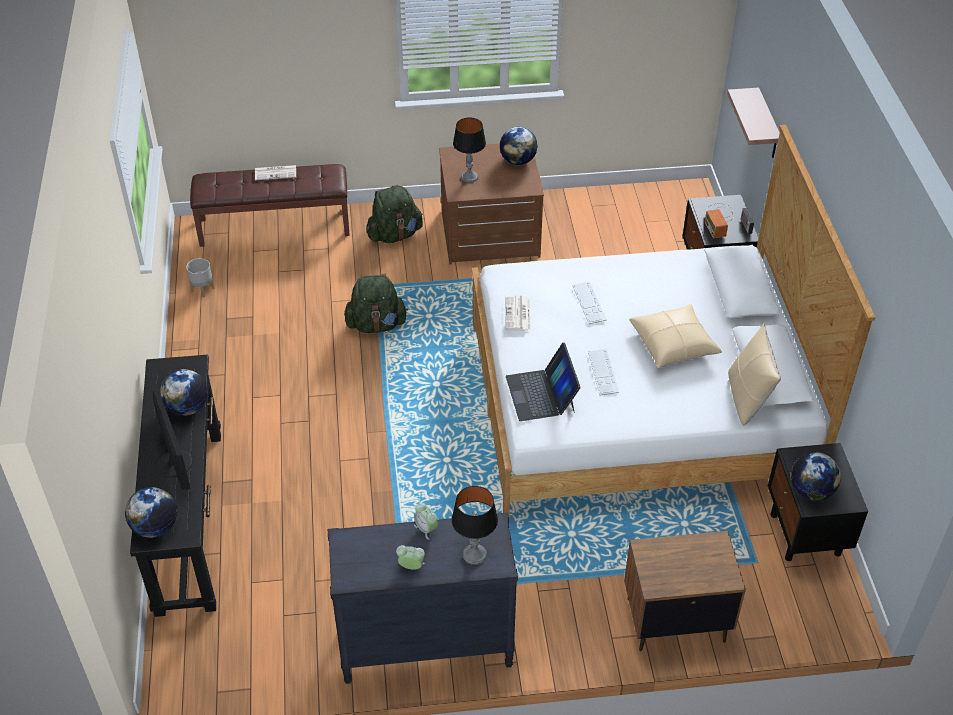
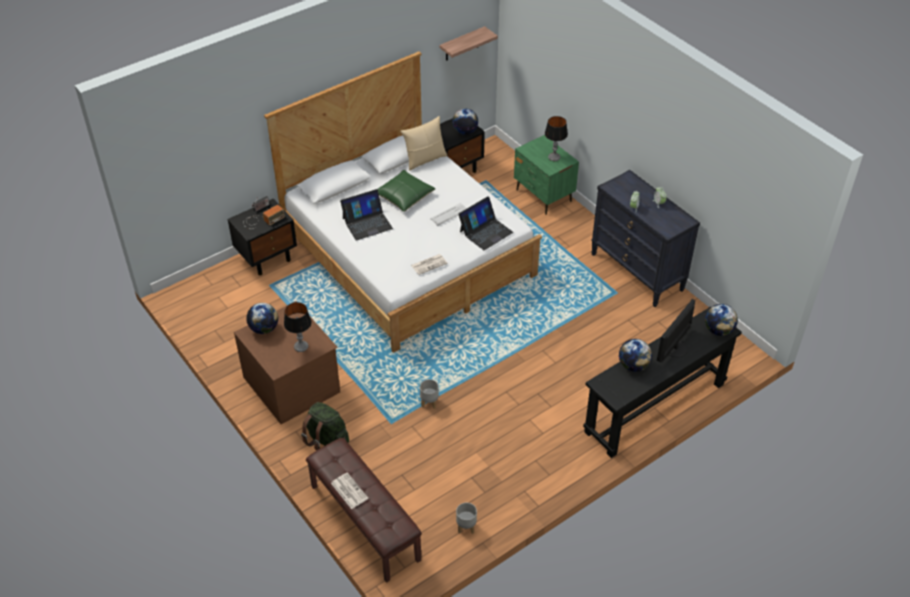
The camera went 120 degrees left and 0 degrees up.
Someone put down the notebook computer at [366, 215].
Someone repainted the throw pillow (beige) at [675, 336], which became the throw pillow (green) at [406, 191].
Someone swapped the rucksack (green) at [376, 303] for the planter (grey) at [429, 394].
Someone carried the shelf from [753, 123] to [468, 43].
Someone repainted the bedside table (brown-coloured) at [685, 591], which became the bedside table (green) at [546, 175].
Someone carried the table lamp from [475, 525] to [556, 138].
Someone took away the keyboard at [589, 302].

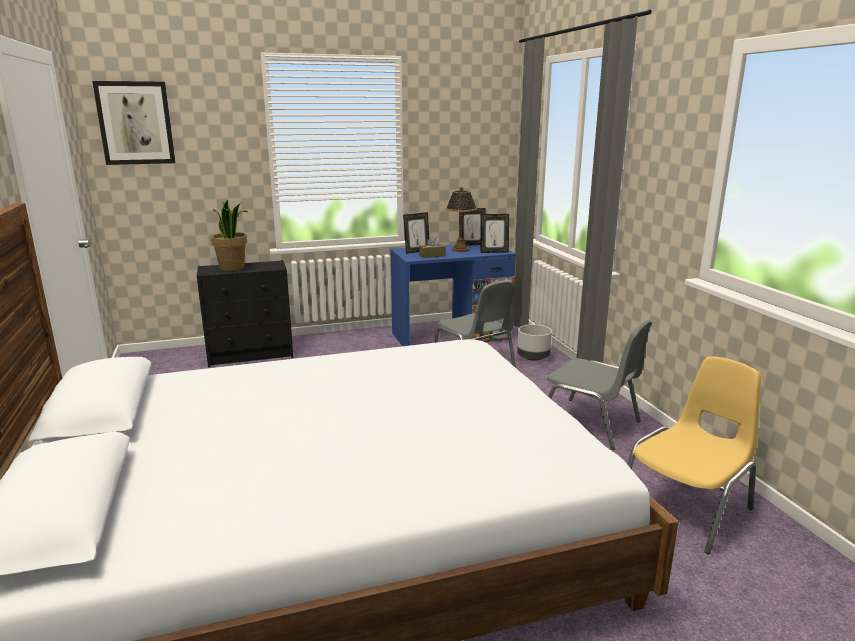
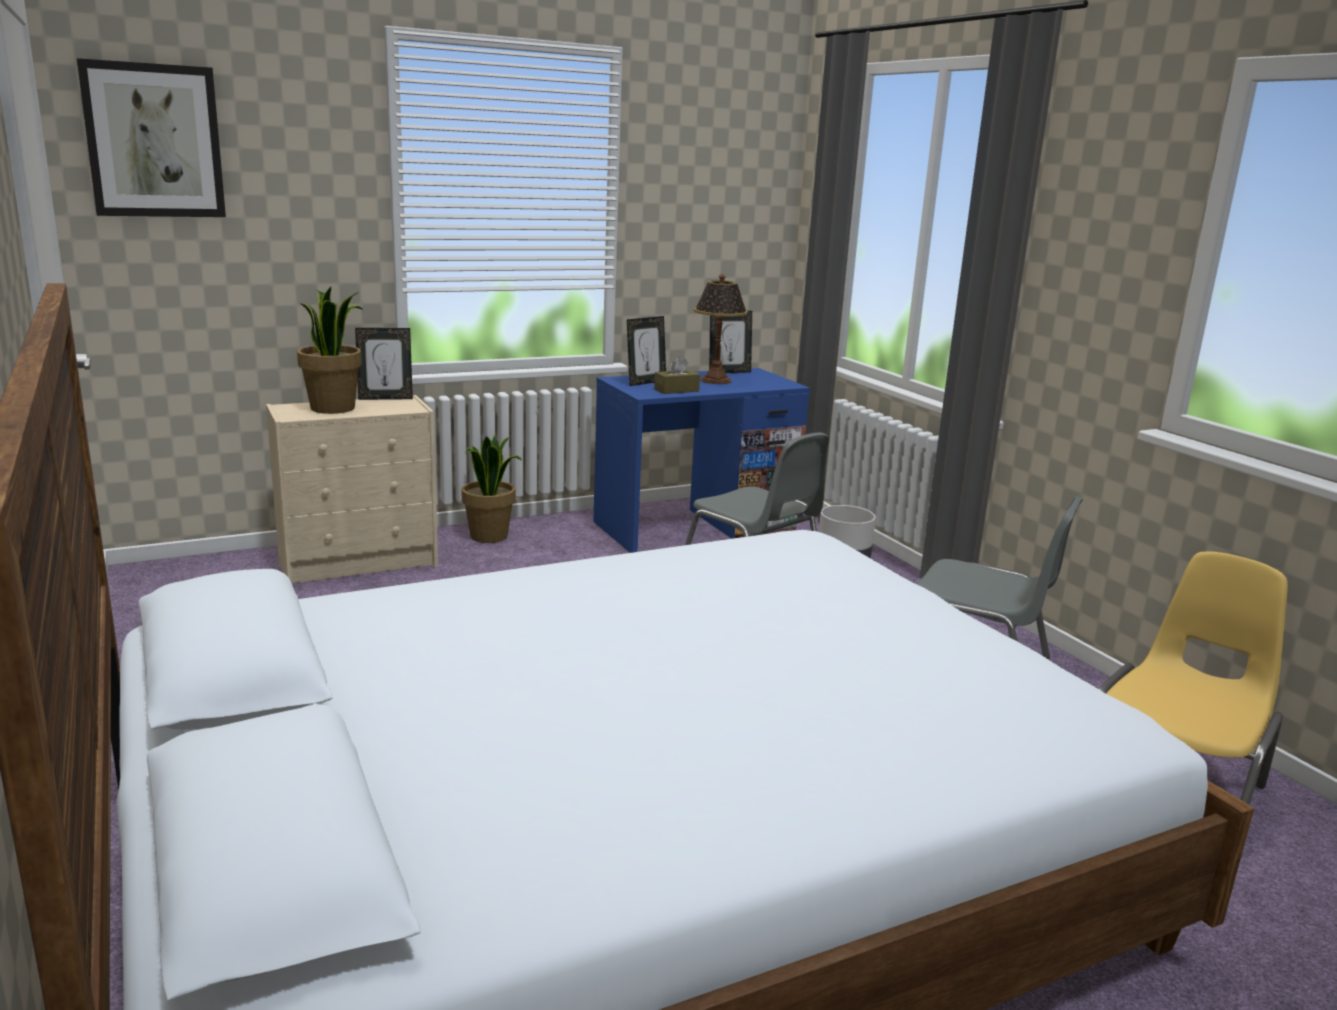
The camera went 10 degrees left and 0 degrees up.
Someone repainted the chest of drawers (blackish) at [245, 313], which became the chest of drawers (beige) at [352, 490].
Someone carried the standing frame from [495, 233] to [384, 364].
Someone put down the houseplant at [491, 489].

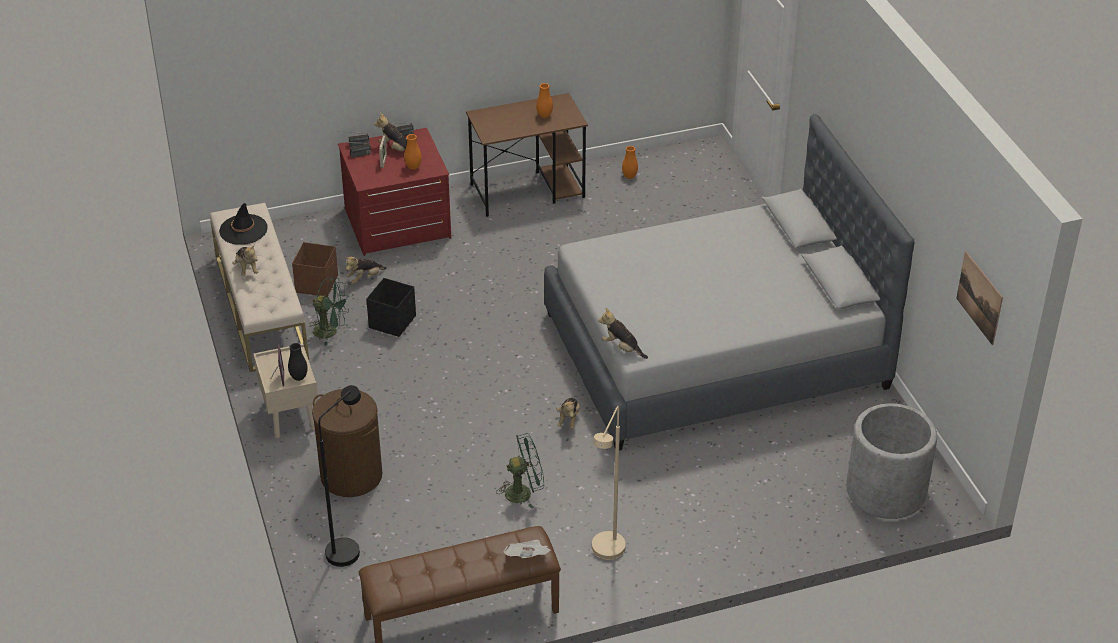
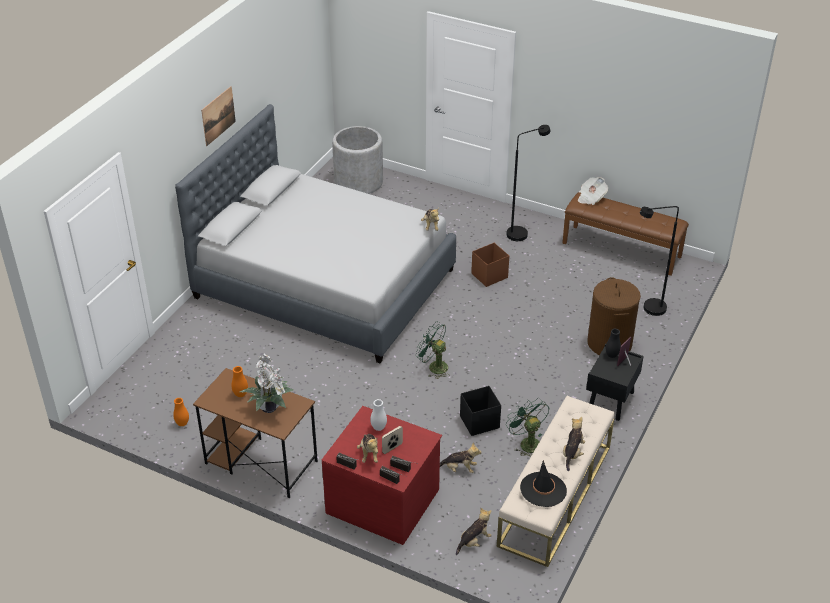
The camera went 135 degrees left and 0 degrees up.
Someone carried the picture from [979, 298] to [218, 116].
Someone put down the houseplant at [267, 383].
Someone repainted the vase (orange) at [413, 152], which became the vase (white-coloured) at [378, 415].
Someone carried the electric fan (green) from [520, 471] to [433, 350].
Someone carried the soft toy from [568, 413] to [474, 531].
Someone carried the storage bin (brown-coloured) from [315, 269] to [490, 265].
Someone repainted the standard lamp (beige) at [609, 483], which became the standard lamp (blackish) at [528, 183].
Someone repainted the bedside table (beige) at [285, 390], which became the bedside table (blackish) at [615, 382].

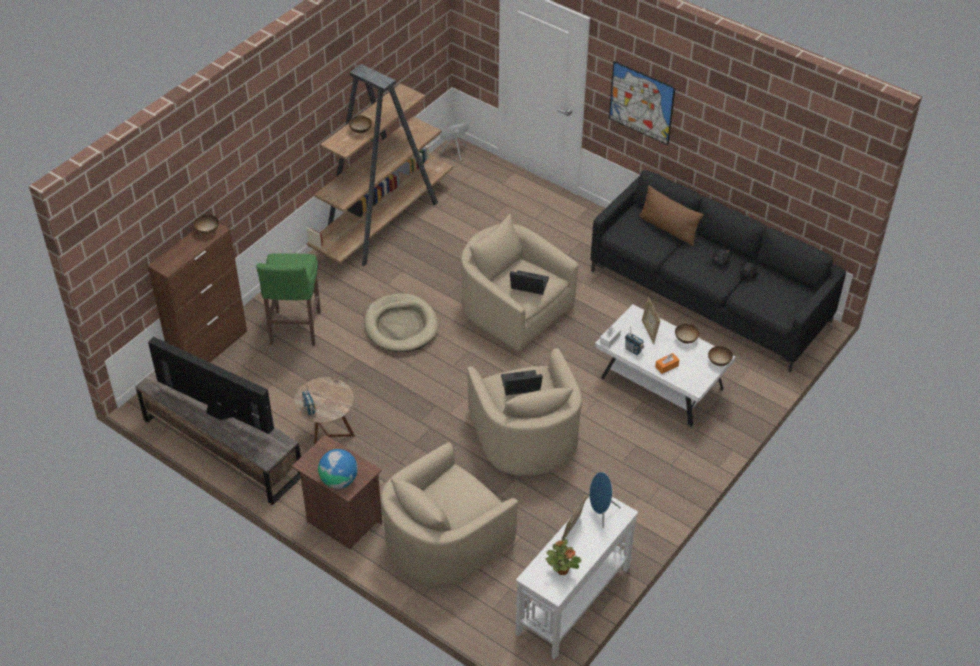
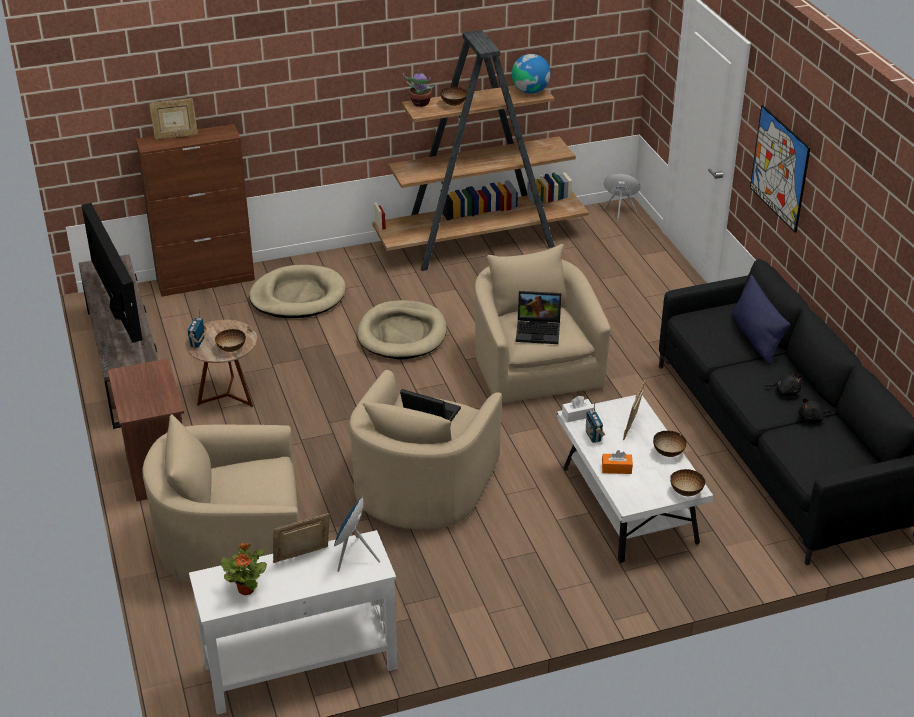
The camera went 35 degrees right and 10 degrees down.
Someone put down the standing frame at [173, 118].
Someone carried the bowl from [206, 224] to [230, 340].
Someone swapped the sitting stool (green) at [288, 299] for the dog cushion (beige) at [297, 291].
Someone put down the houseplant at [419, 88].
Someone carried the world globe from [338, 469] to [531, 74].
Someone rotated the notebook computer at [529, 282] by 135 degrees clockwise.
Someone repainted the throw pillow (brown-coloured) at [671, 216], which became the throw pillow (bluish) at [760, 320].

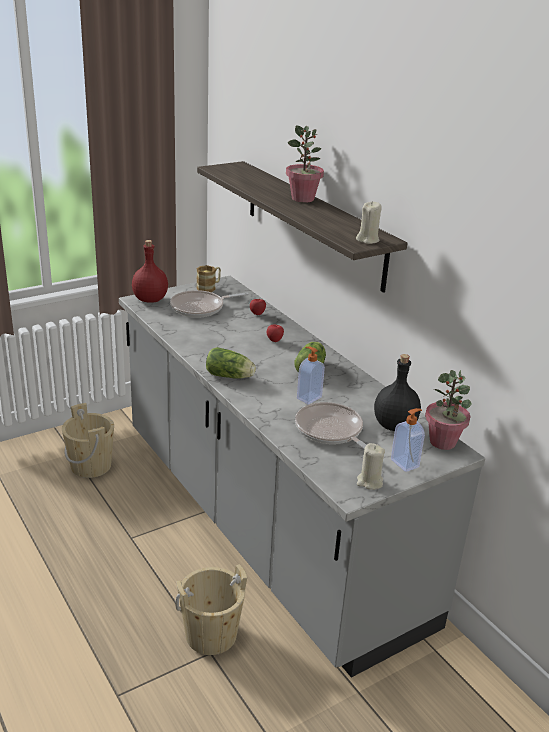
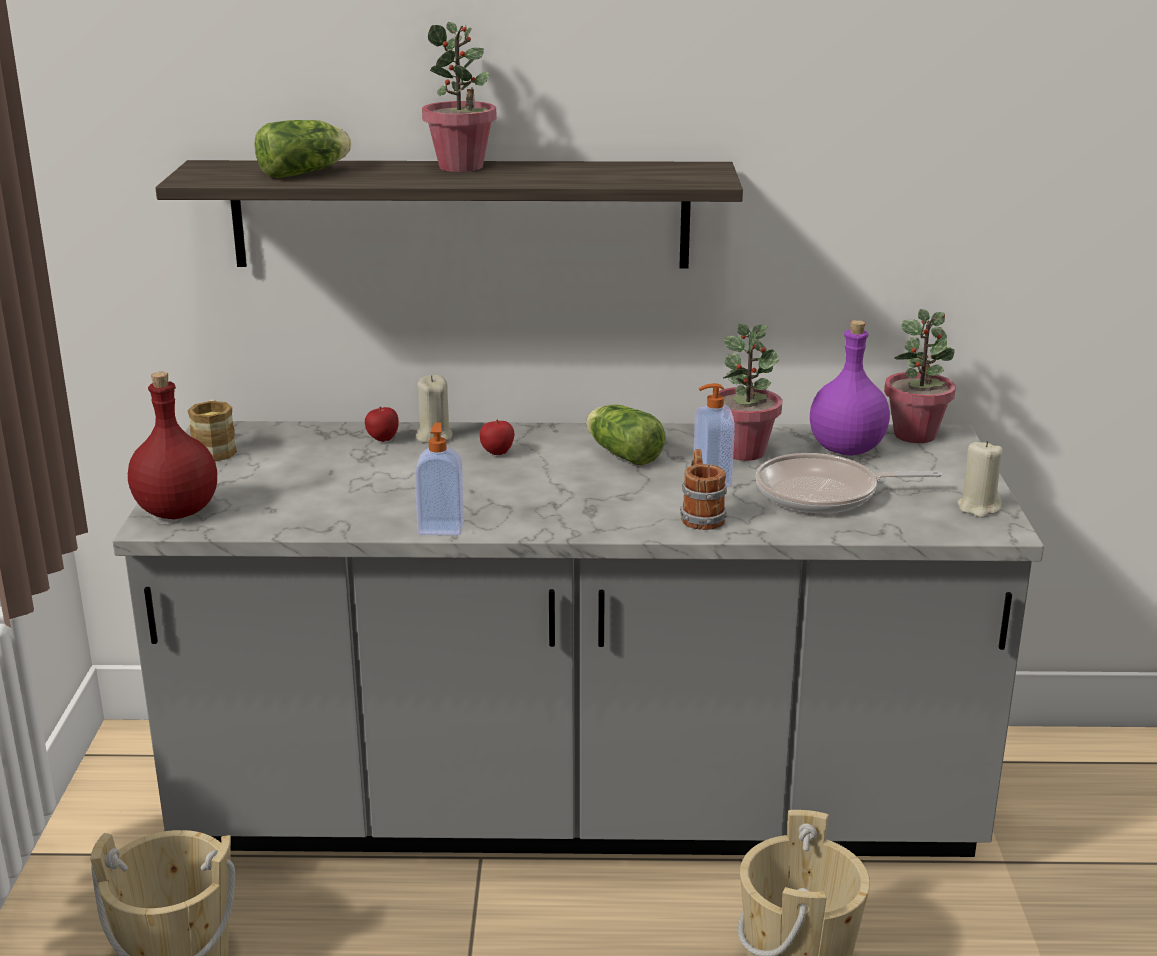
The camera went 55 degrees left and 5 degrees down.
Someone carried the head of lettuce from [231, 363] to [302, 149].
Someone carried the soap bottle from [408, 440] to [439, 478].
Someone carried the wax candle (beige) from [369, 222] to [434, 409].
Someone put down the mug at [703, 489].
Someone put down the houseplant at [750, 392].
Someone repainted the bottle (blackish) at [397, 392], which became the bottle (purple) at [850, 388].
Someone took away the frying pan at [209, 304].

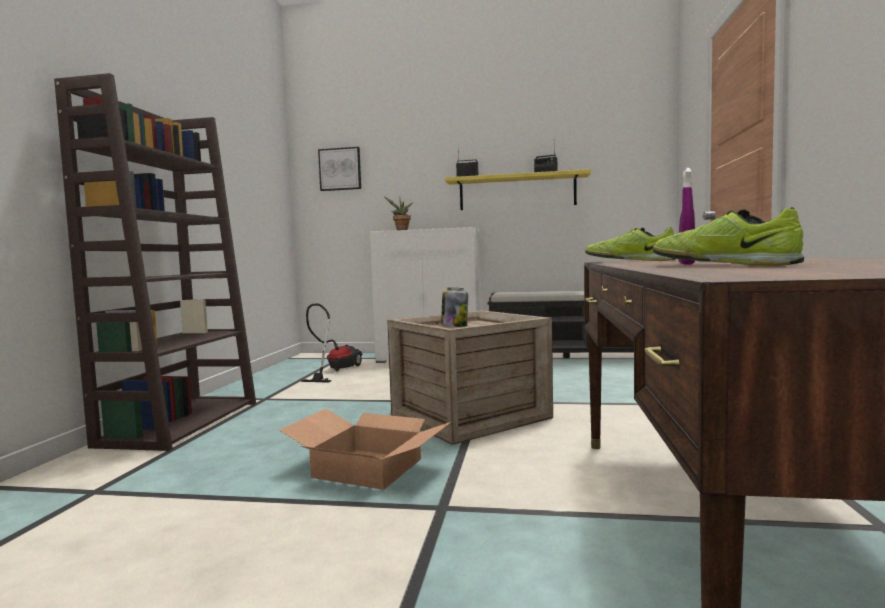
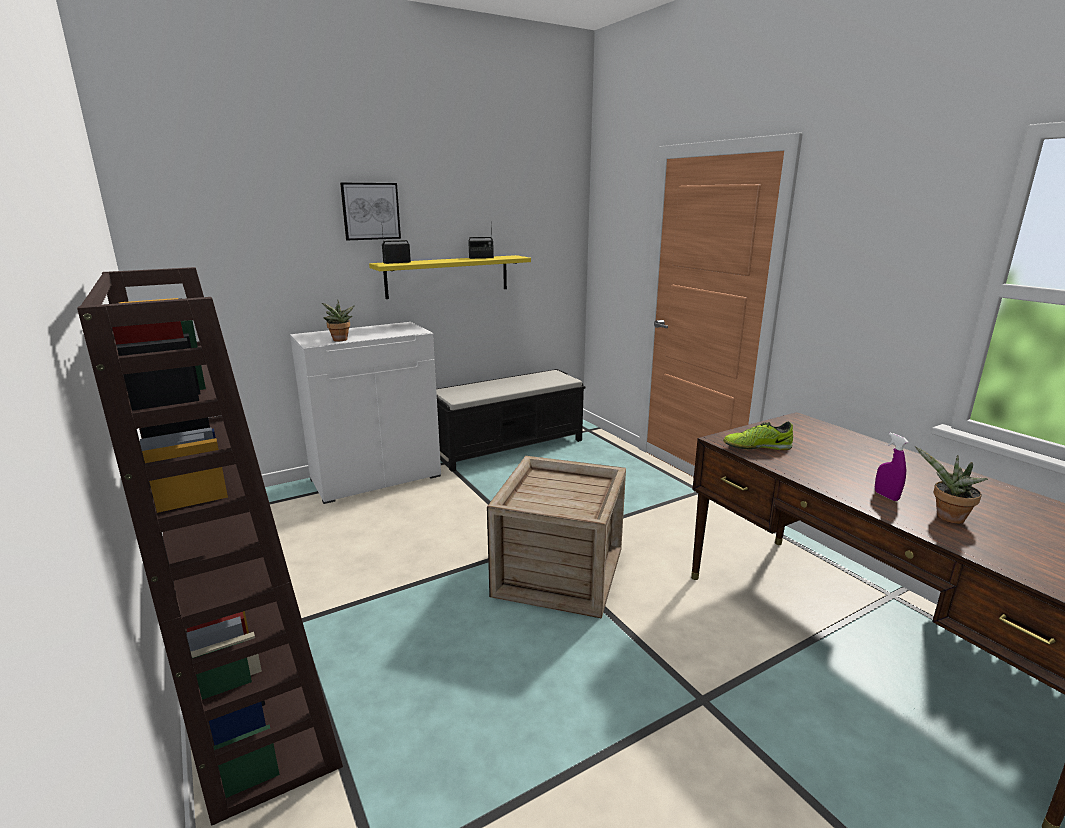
The camera went 40 degrees left and 15 degrees up.
Someone carried the picture from [339, 169] to [370, 211].
Someone swapped the shoe at [728, 236] for the houseplant at [951, 485].
Someone took away the packing box at [365, 449].
Someone took away the hoover at [331, 343].
Someone took away the storage jar at [454, 307].

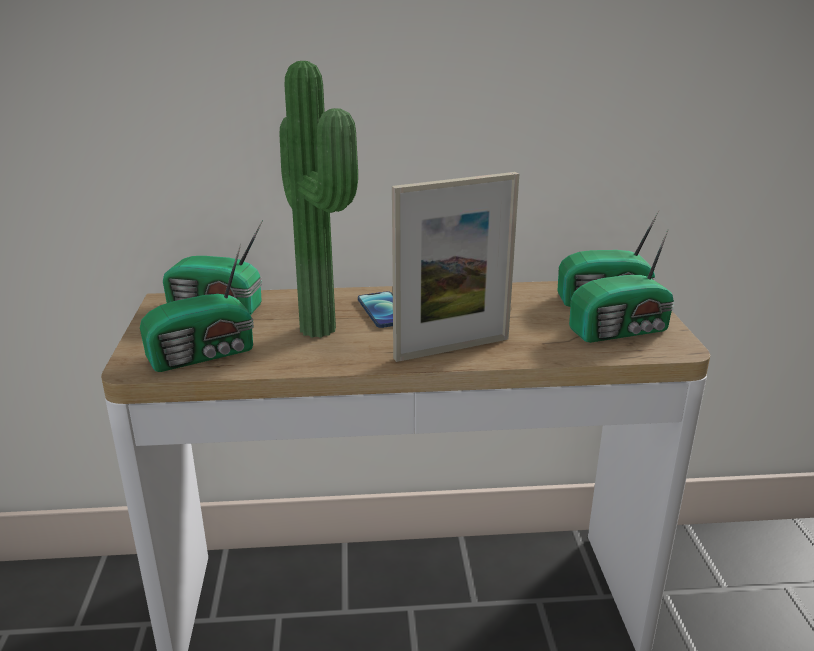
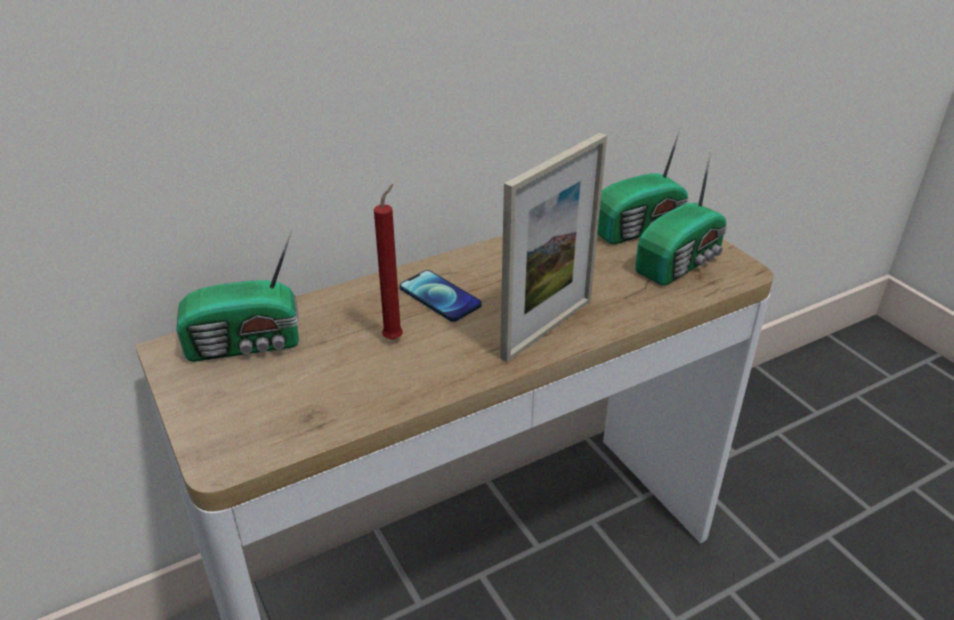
The camera went 25 degrees left and 10 degrees up.
Someone swapped the houseplant at [318, 199] for the wax candle (reddish) at [388, 262].
Someone took away the radio at [197, 307].

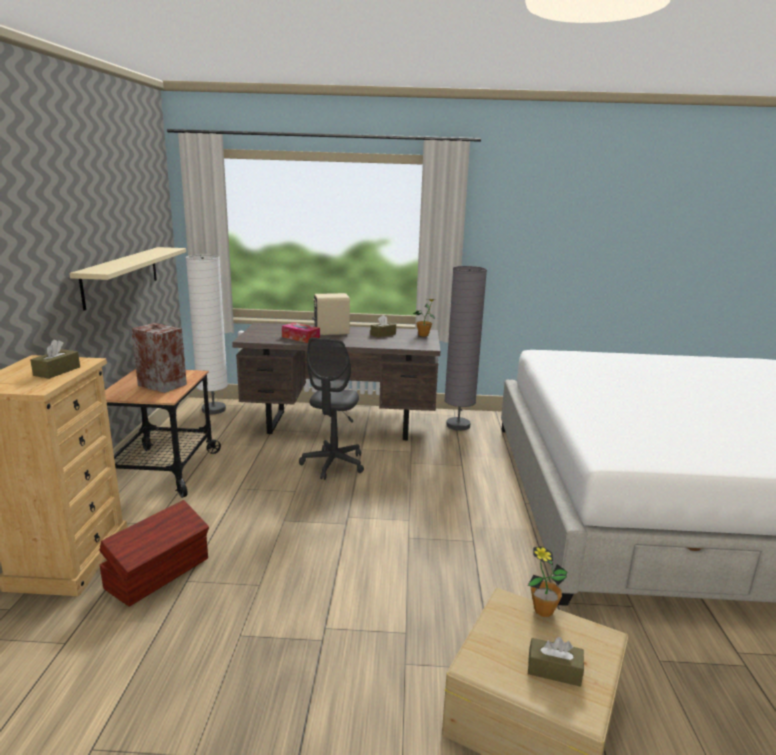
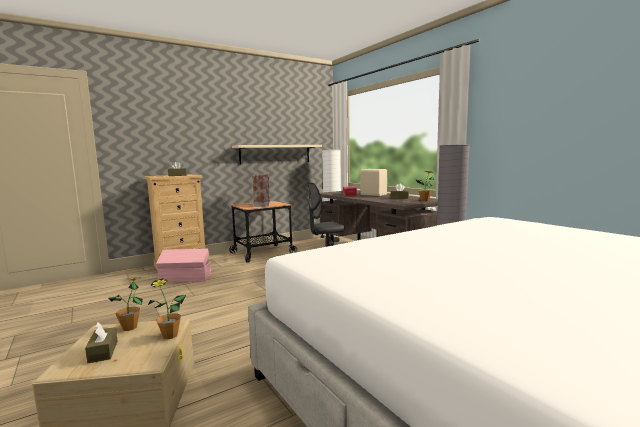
The camera went 55 degrees right and 10 degrees down.
Someone put down the houseplant at [126, 304].
Someone repainted the storage bin (brown-coloured) at [154, 553], which became the storage bin (pinkish) at [183, 265].

